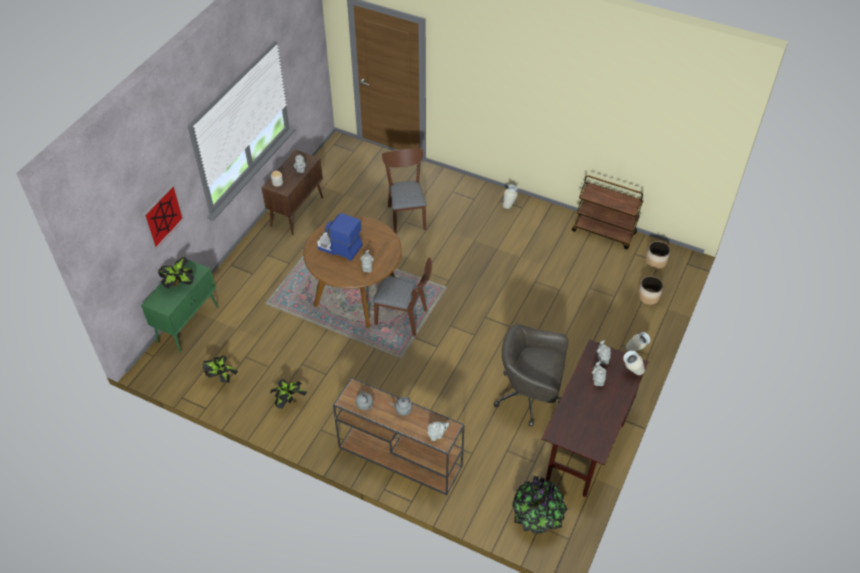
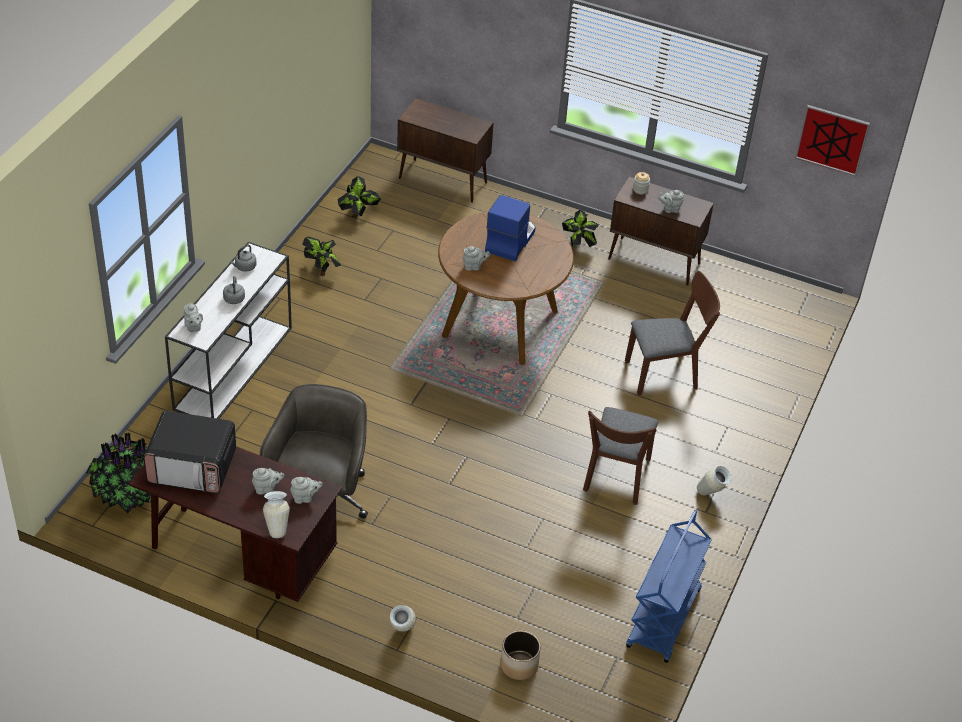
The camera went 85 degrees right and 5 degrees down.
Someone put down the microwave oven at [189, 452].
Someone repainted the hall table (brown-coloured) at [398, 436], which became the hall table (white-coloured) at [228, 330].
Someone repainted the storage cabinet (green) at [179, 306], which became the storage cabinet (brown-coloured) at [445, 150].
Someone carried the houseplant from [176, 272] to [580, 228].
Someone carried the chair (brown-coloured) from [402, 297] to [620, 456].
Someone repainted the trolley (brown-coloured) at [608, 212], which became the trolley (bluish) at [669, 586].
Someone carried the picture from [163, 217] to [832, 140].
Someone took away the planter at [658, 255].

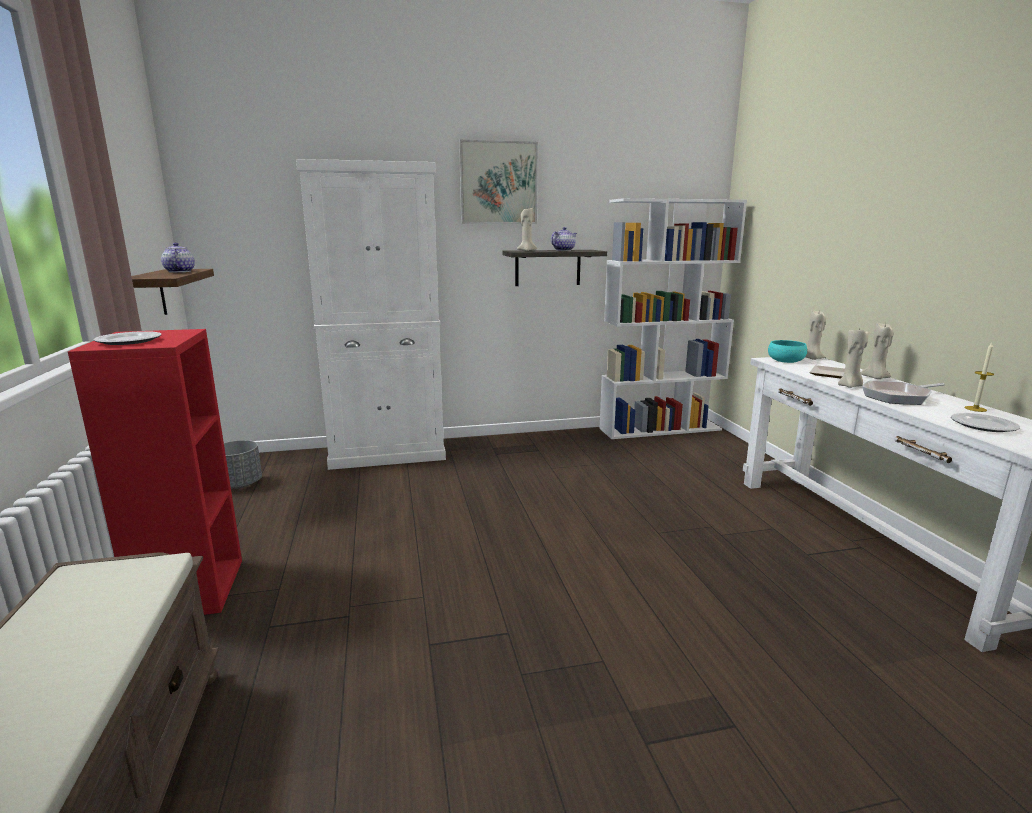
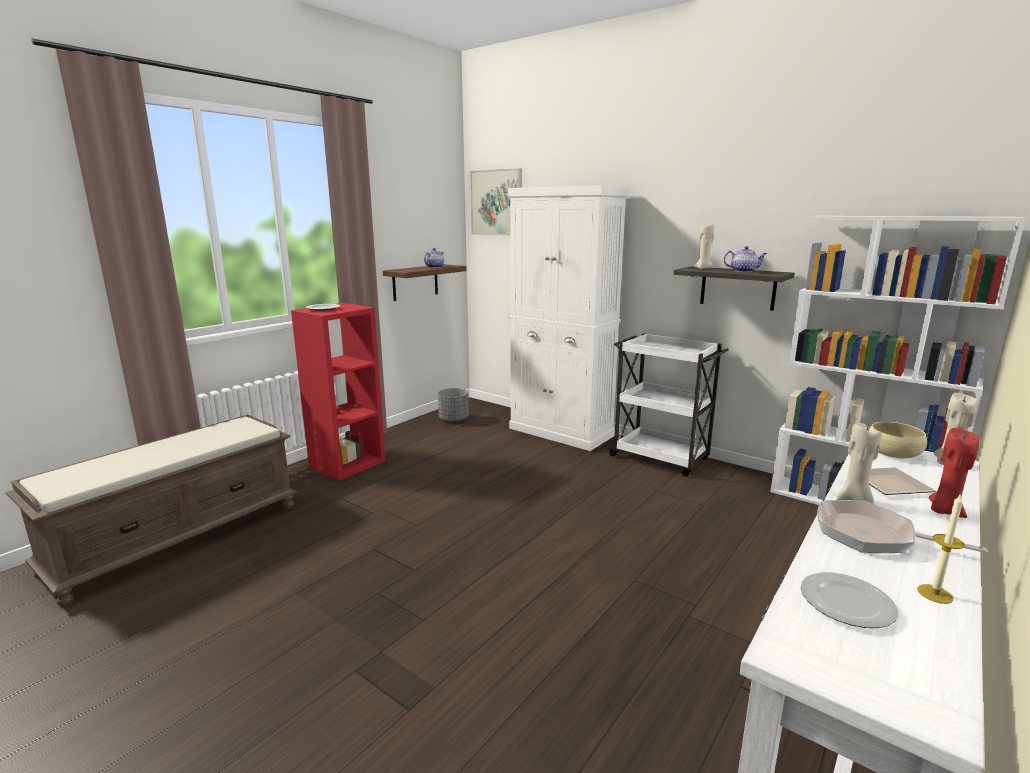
The camera went 50 degrees right and 0 degrees up.
Someone carried the picture from [498, 182] to [496, 202].
Someone put down the trolley (white-coloured) at [668, 405].
Someone repainted the bowl (turquoise) at [787, 351], which became the bowl (beige) at [898, 440].
Someone repainted the wax candle (beige) at [877, 351], which became the wax candle (reddish) at [954, 473].

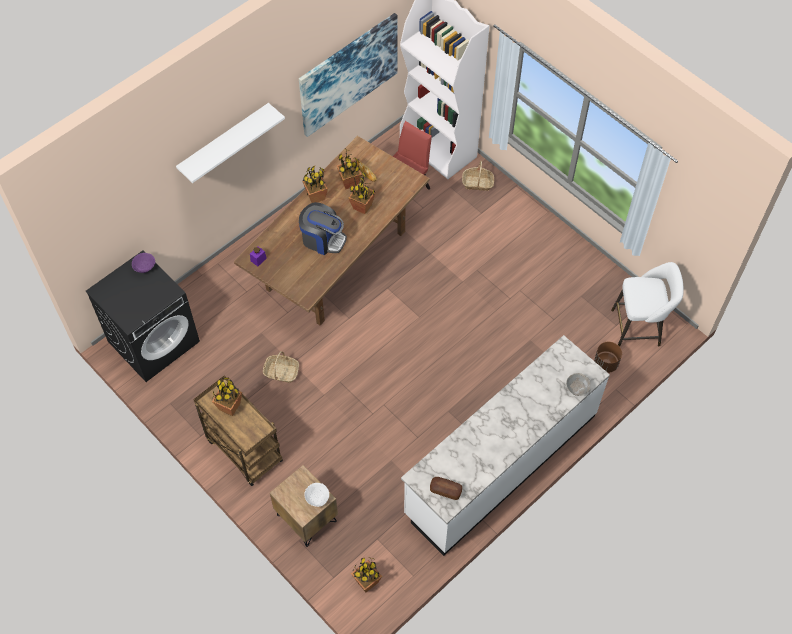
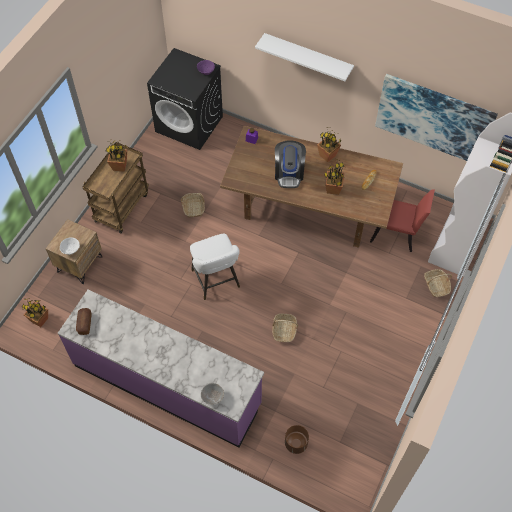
The camera went 70 degrees right and 0 degrees up.
Someone repainted the kitchen base unit (white-coloured) at [505, 445], which became the kitchen base unit (purple) at [161, 369].
Someone carried the sitting stool (white-coloured) from [647, 304] to [215, 267].
Someone put down the household basket at [285, 328].
Someone took away the houseplant at [349, 169].

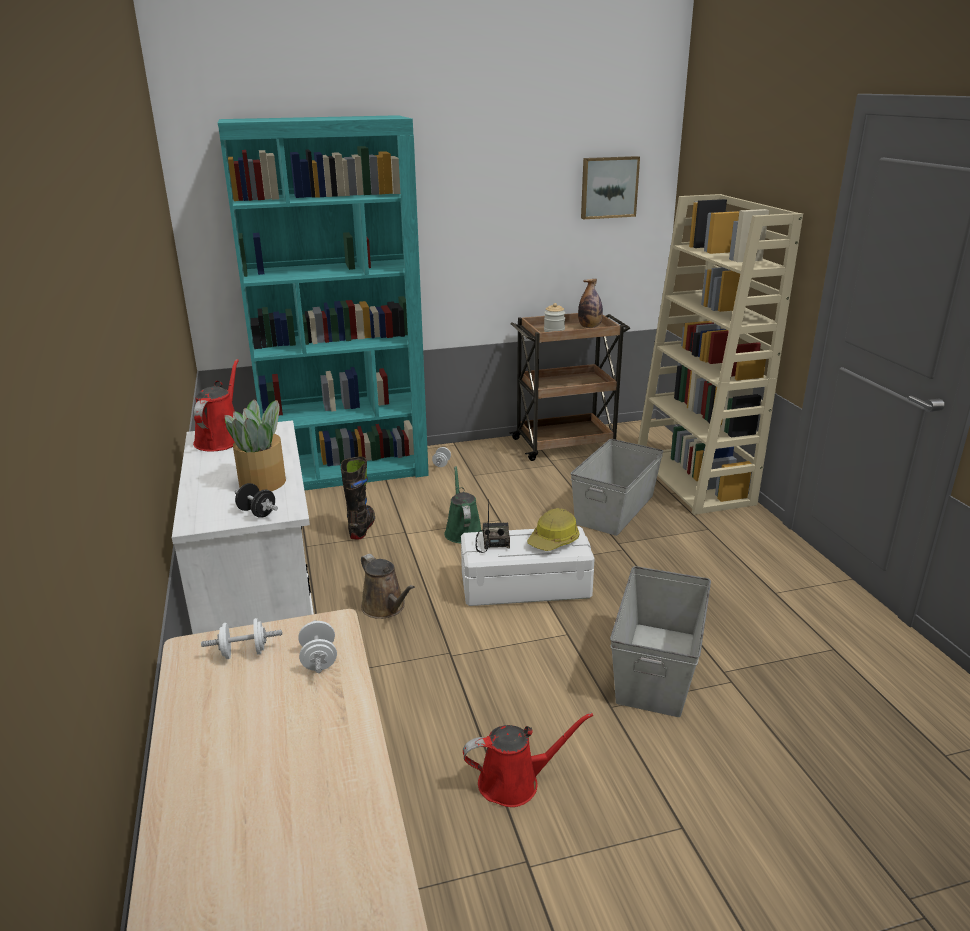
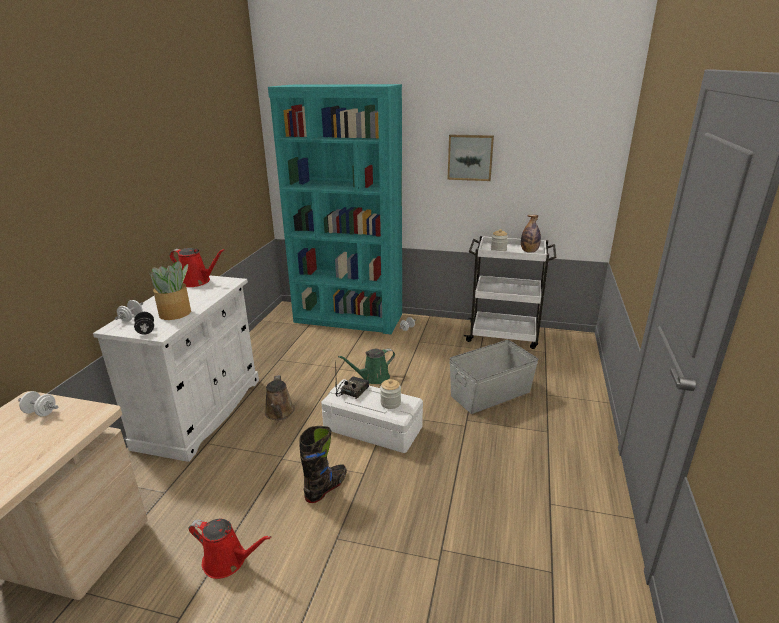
The camera went 30 degrees right and 0 degrees up.
Someone carried the dumbbell (white-coloured) from [317, 646] to [129, 311].
Someone rotated the sprinkling can (reddish) at [216, 405] by 75 degrees clockwise.
Someone carried the tall boot (blackish) from [358, 497] to [323, 464].
Someone rotated the sprinkling can (green) at [463, 505] by 135 degrees counterclockwise.
Someone swapped the work helmet at [553, 529] for the storage jar at [390, 394].
Someone carried the picture from [610, 187] to [470, 158].
Someone repainted the trolley (brown-coloured) at [569, 387], which became the trolley (white-coloured) at [510, 292].
Someone took away the storage bin (grey) at [660, 641].
Someone took away the bookcase (beige) at [720, 354].

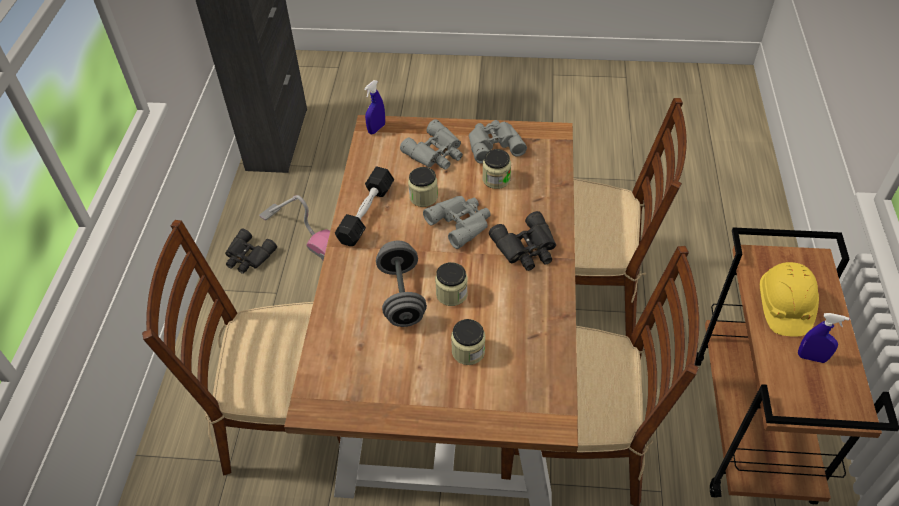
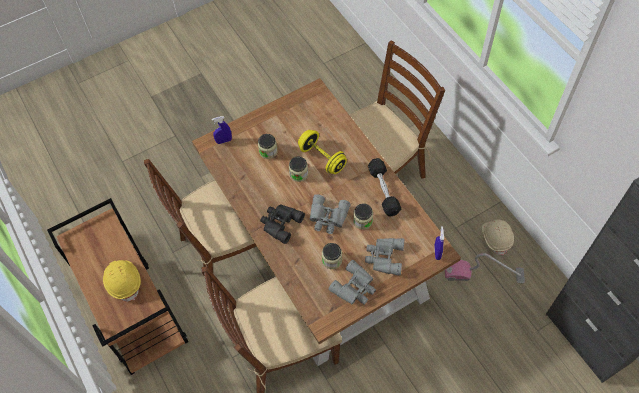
The camera went 145 degrees right and 10 degrees up.
Someone carried the sprayer (bluish) from [823, 338] to [222, 130].
Someone repainted the dumbbell (grey) at [401, 283], which became the dumbbell (yellow) at [322, 152].
Someone swapped the field glasses (blackish) at [251, 251] for the work helmet (beige) at [498, 237].

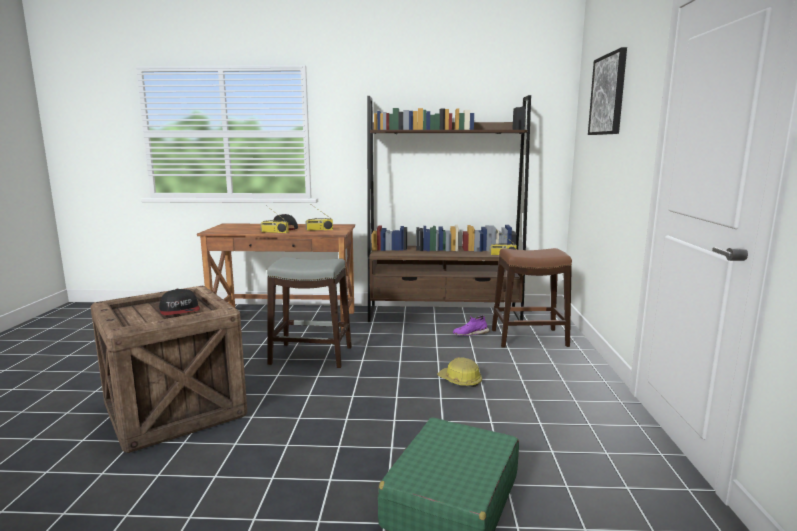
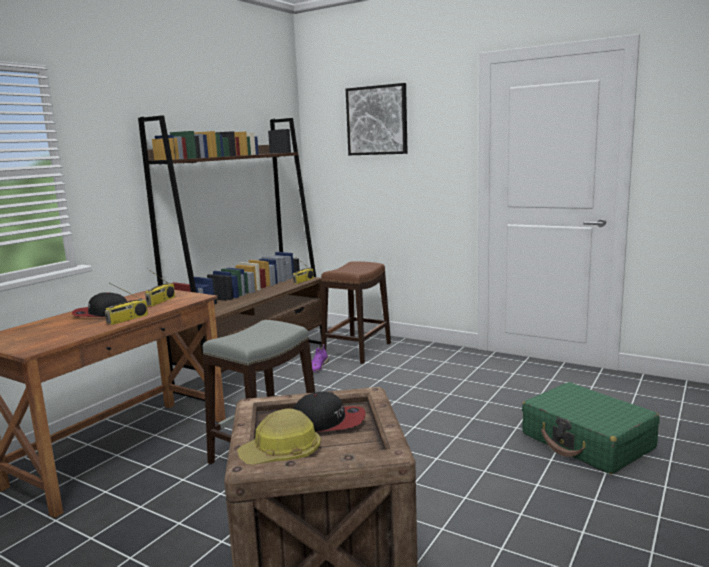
The camera went 60 degrees left and 0 degrees up.
Someone carried the work helmet from [459, 372] to [279, 437].

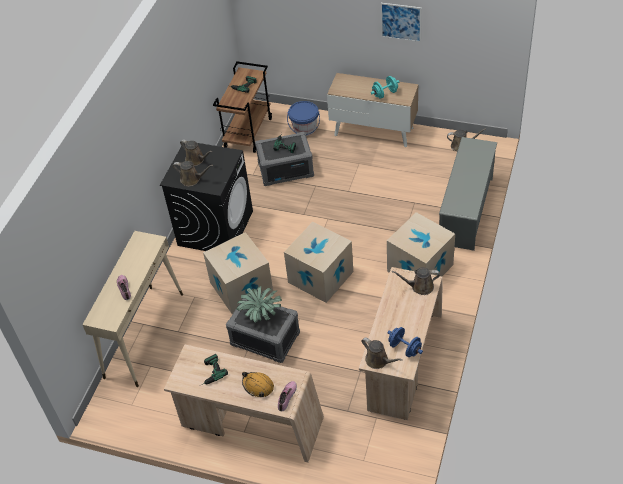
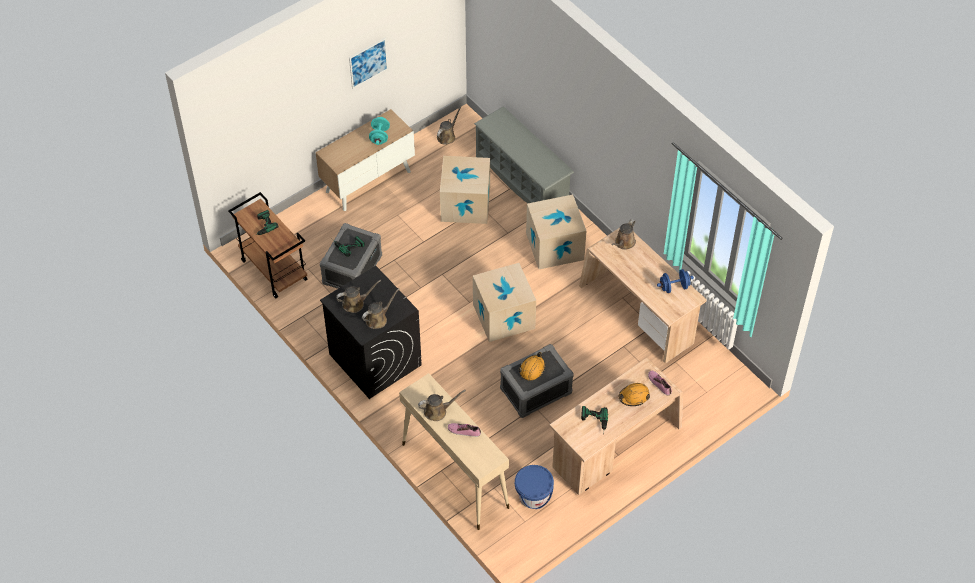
The camera went 60 degrees left and 5 degrees up.
Someone carried the sprinkling can (brown-coloured) from [382, 353] to [442, 405].
Someone carried the packing box from [238, 273] to [465, 190].
Someone carried the water bucket (bluish) from [303, 118] to [534, 487].
Someone swapped the houseplant at [259, 304] for the work helmet (orange) at [532, 366].

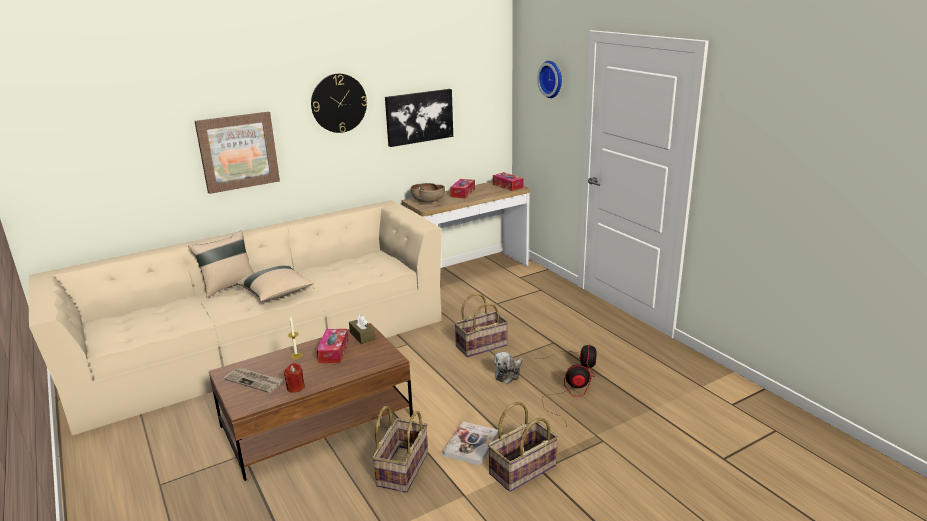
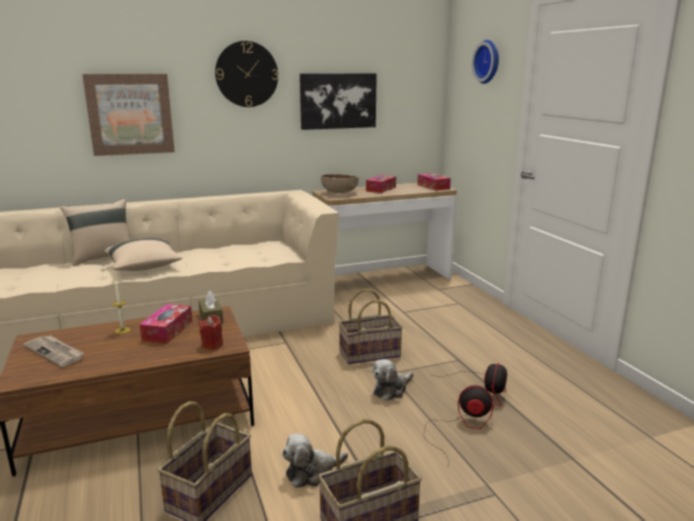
The camera went 10 degrees right and 5 degrees down.
Someone carried the wax candle (reddish) from [294, 378] to [211, 332].
Someone swapped the volume at [470, 443] for the soft toy at [315, 460].

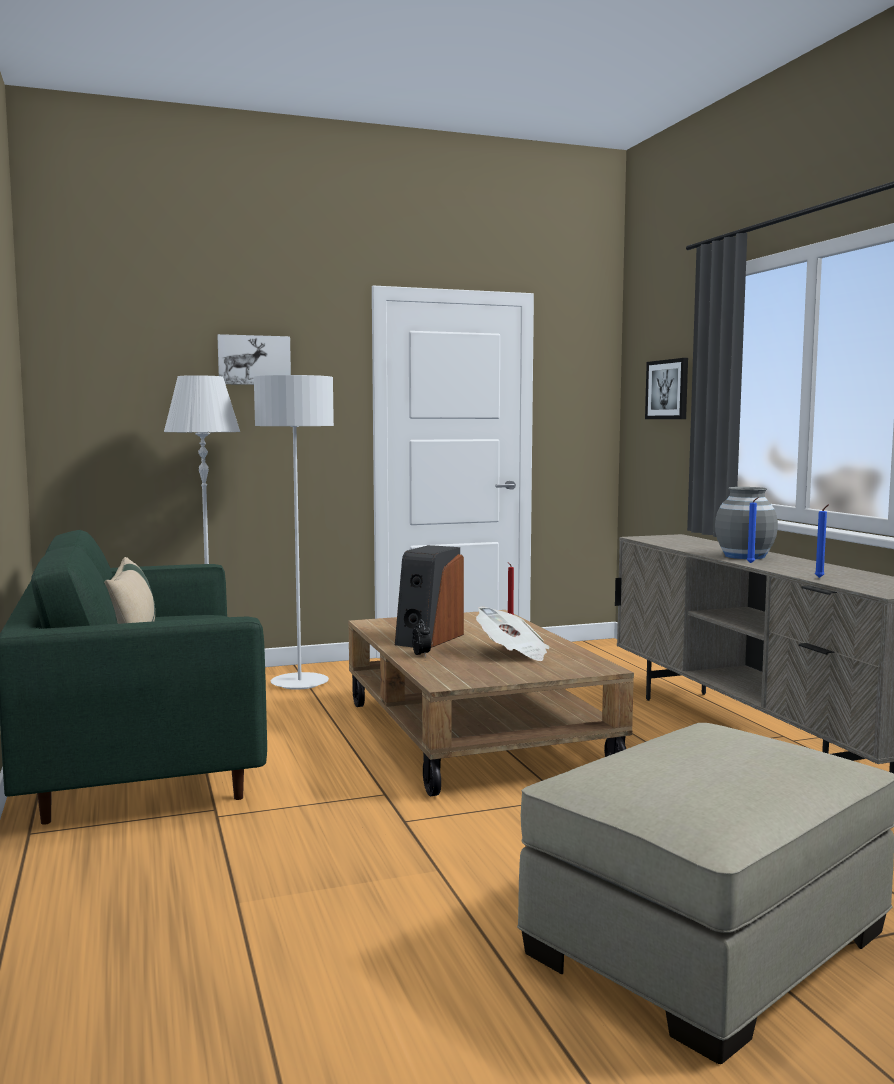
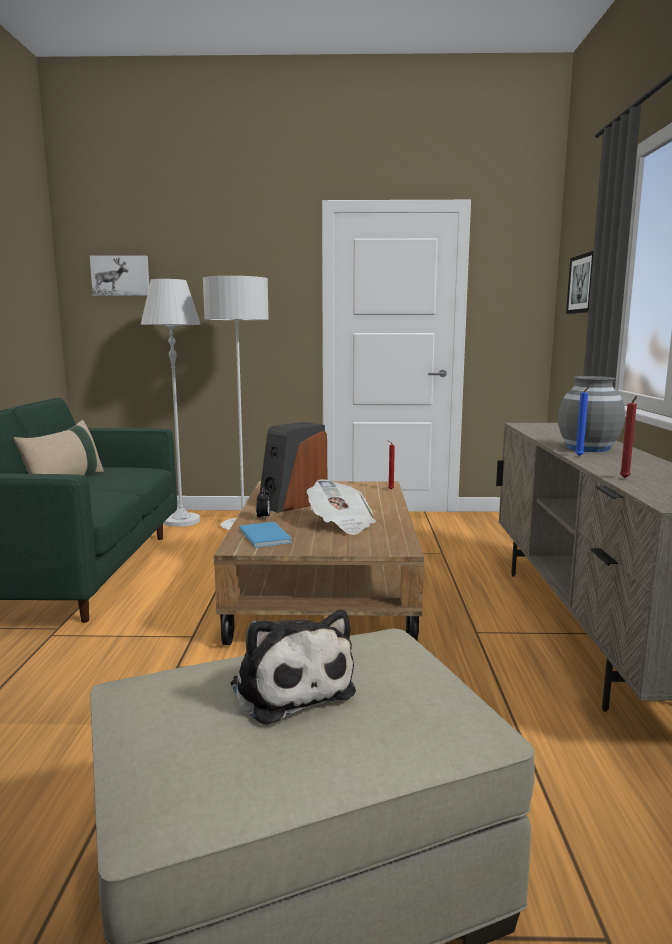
The camera went 20 degrees right and 5 degrees up.
Someone carried the picture from [254, 359] to [119, 275].
Someone put down the soft toy at [293, 667].
Someone put down the volume (bluish) at [265, 535].
Someone repainted the wax candle (bluish) at [821, 541], which became the wax candle (reddish) at [628, 437].

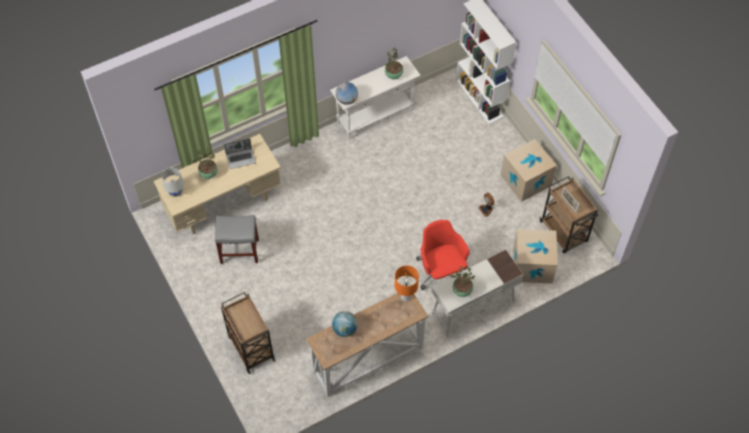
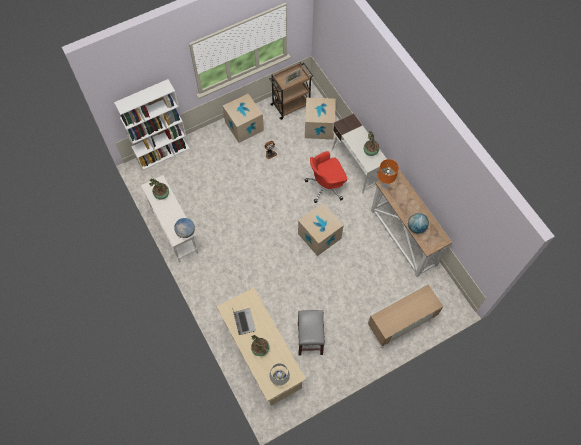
The camera went 90 degrees left and 5 degrees up.
Someone put down the packing box at [321, 229].
Someone swapped the trolley (brown-coloured) at [248, 333] for the storage cabinet at [405, 315].

